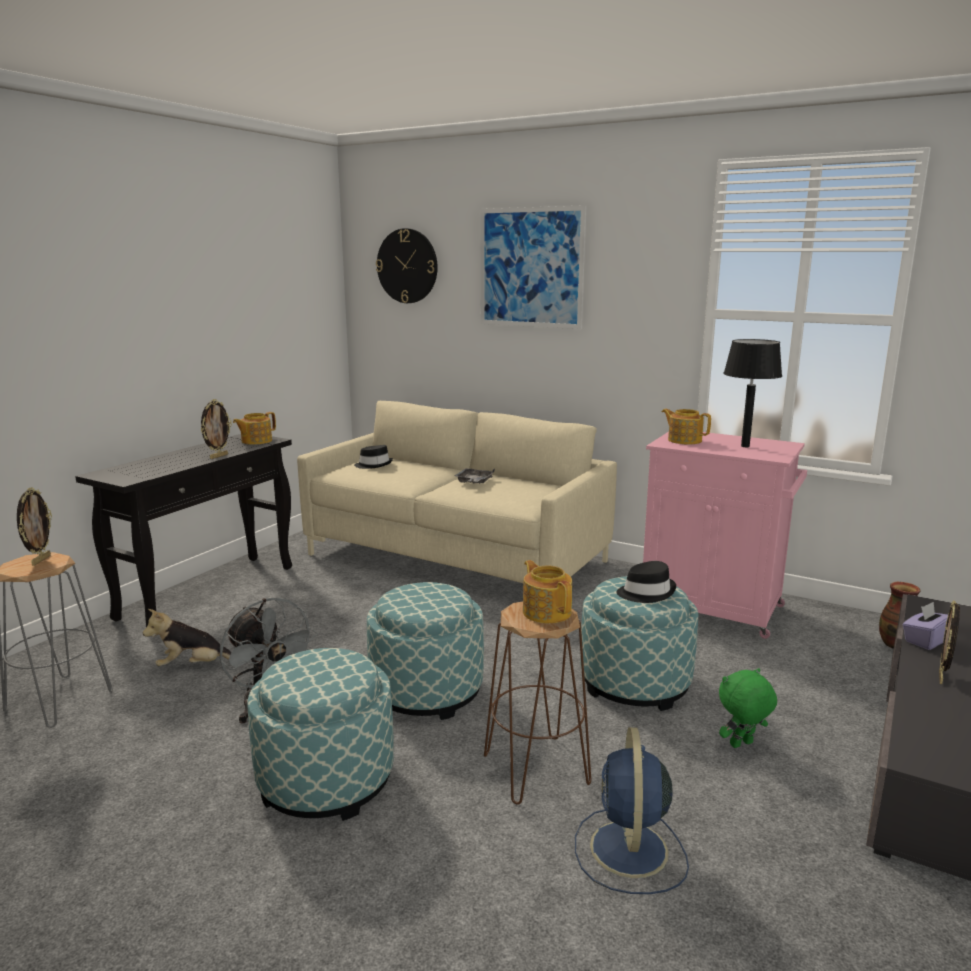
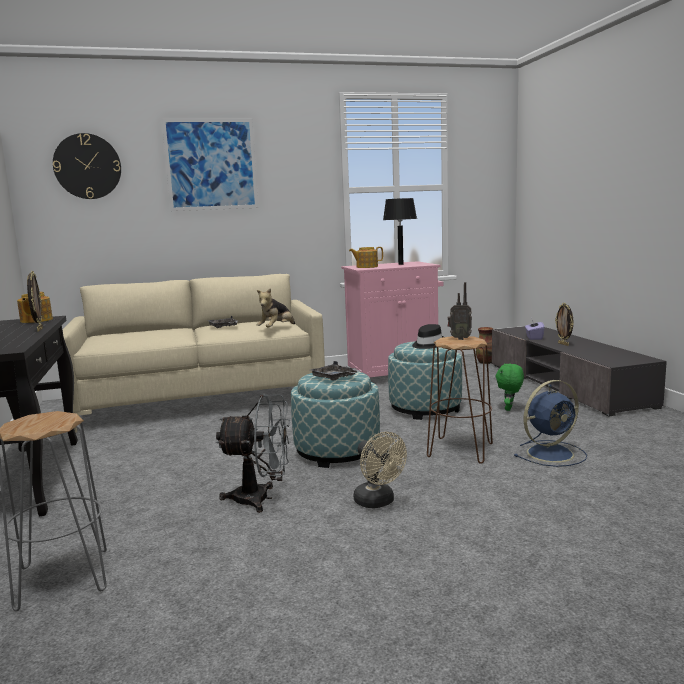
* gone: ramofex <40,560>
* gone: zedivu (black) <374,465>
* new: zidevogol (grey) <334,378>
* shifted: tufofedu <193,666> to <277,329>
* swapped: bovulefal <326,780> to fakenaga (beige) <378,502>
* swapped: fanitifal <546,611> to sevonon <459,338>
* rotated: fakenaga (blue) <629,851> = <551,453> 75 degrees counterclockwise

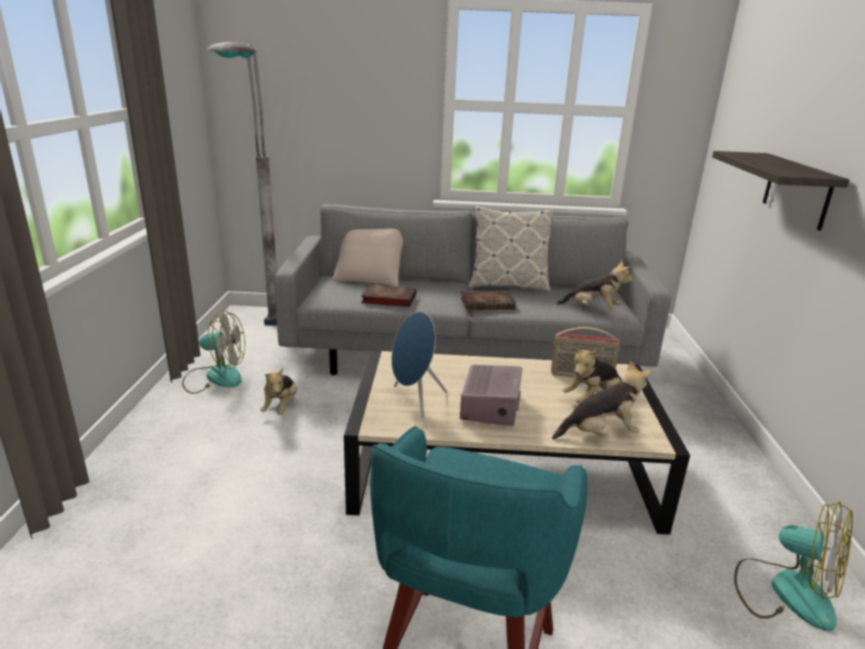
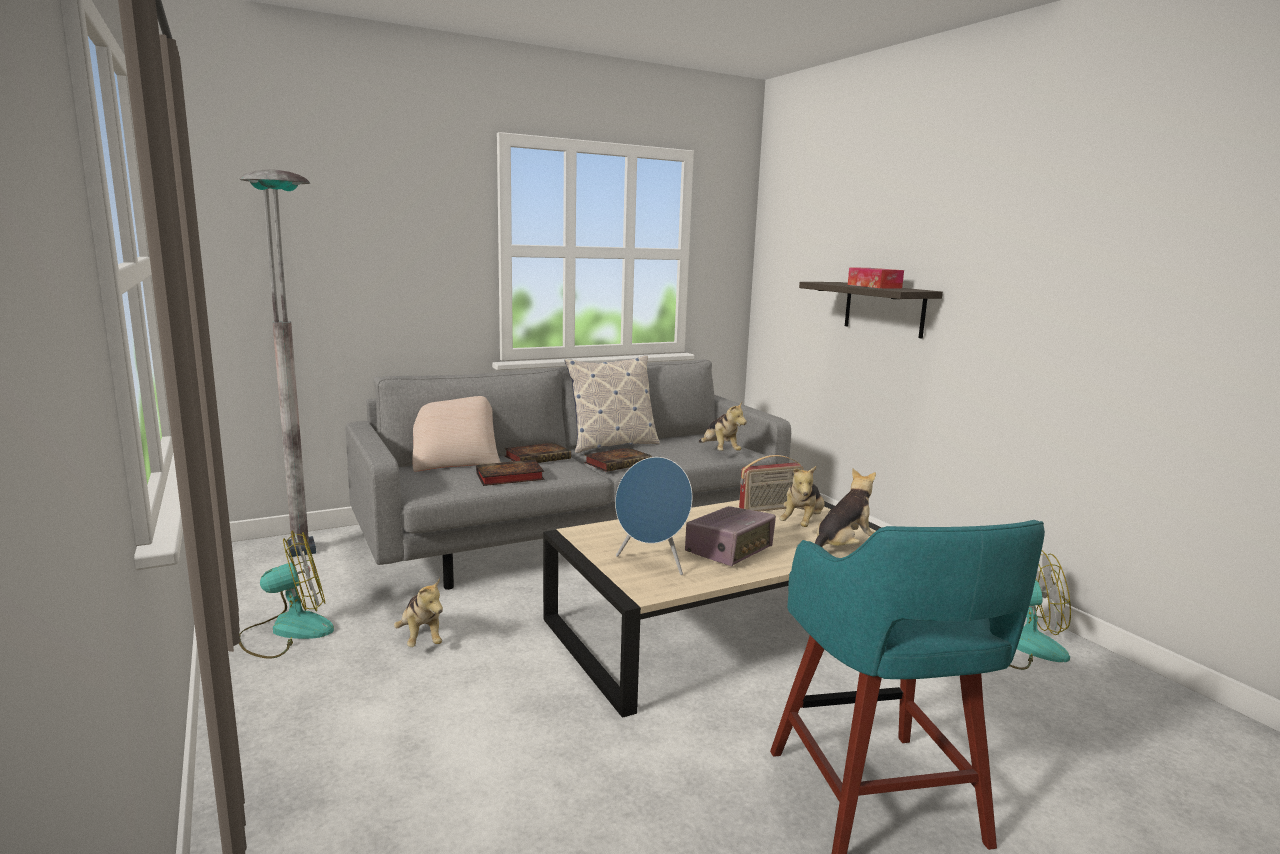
* new: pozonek <539,457>
* new: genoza <874,286>
* rotated: sevonon <490,407> = <729,551> 60 degrees clockwise
* rotated: tufofedu <593,309> = <719,451> 75 degrees clockwise

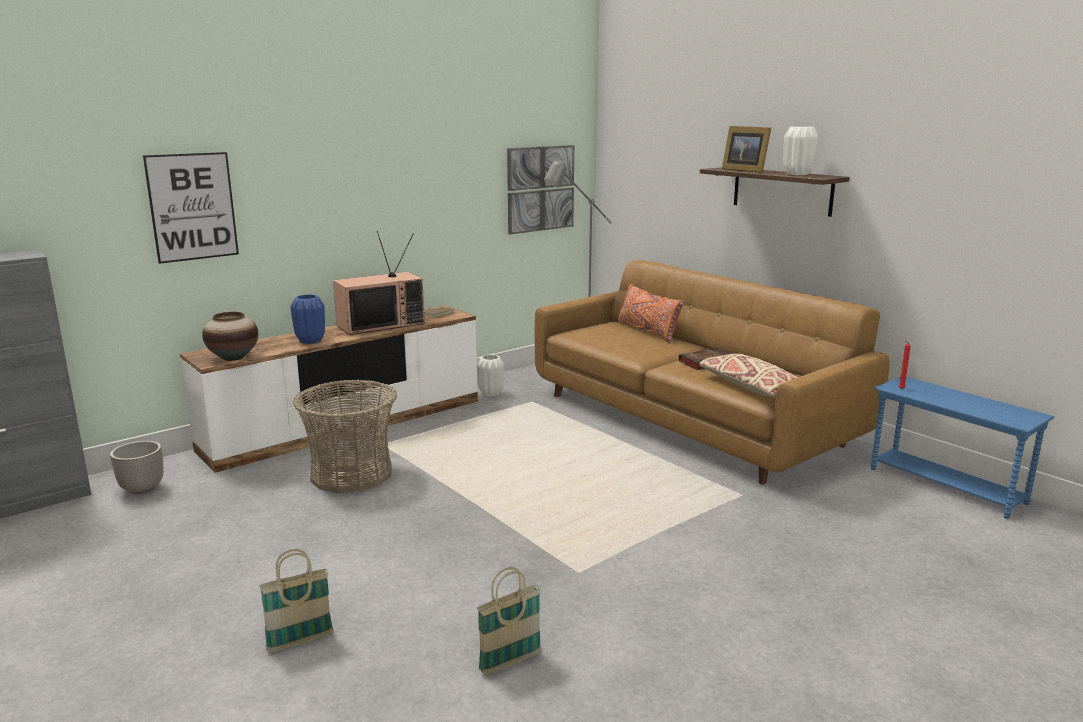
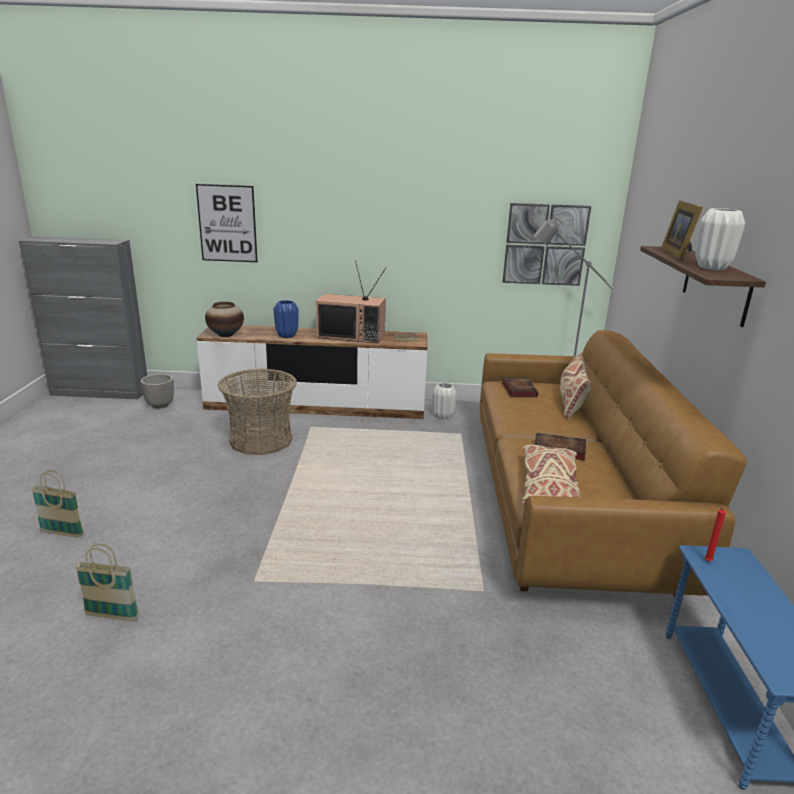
* new: pozonek <518,389>
* repainted: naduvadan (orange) <648,331> to naduvadan (beige) <571,403>

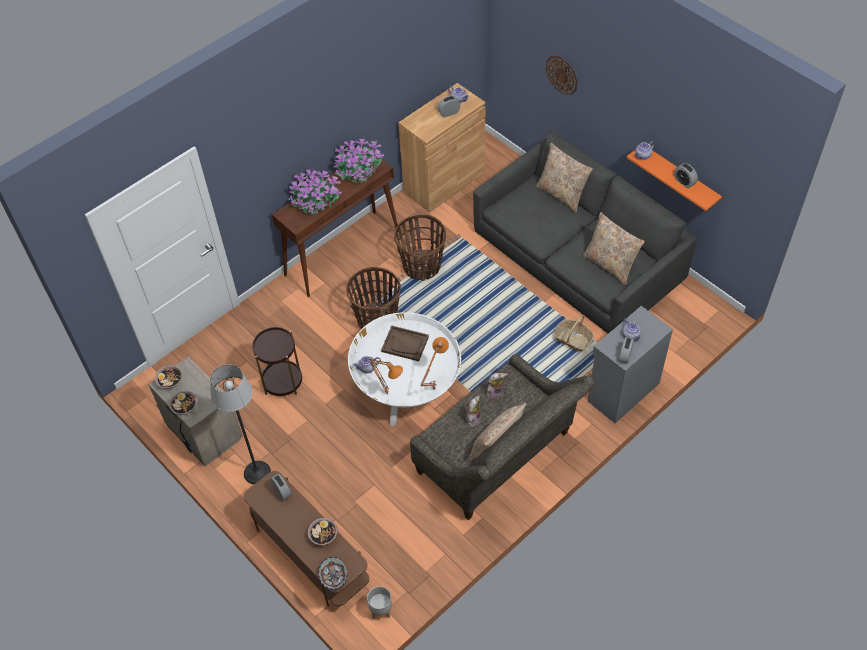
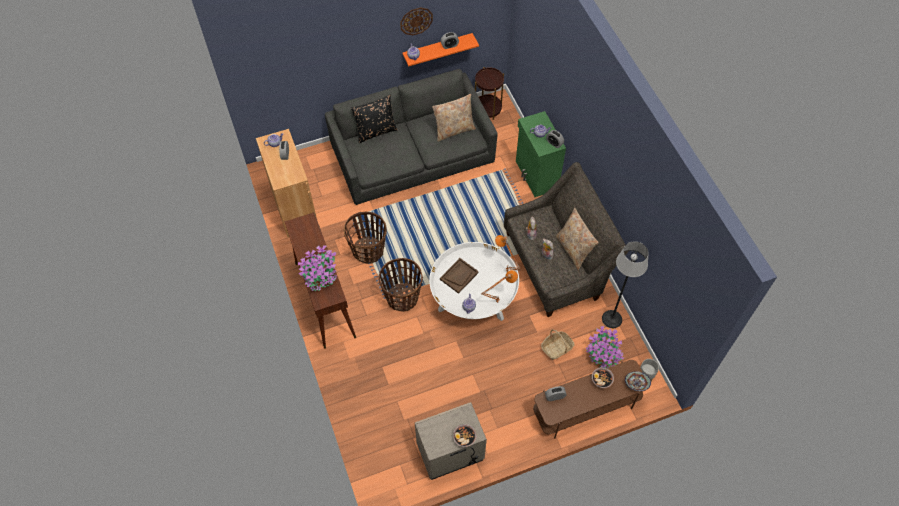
* gone: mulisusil <170,381>
* shifted: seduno <257,472> to <612,319>
* shifted: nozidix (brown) <282,381> to <487,109>
* shifted: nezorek <359,171> to <603,354>
* shifted: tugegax <562,74> to <416,21>
* shifted: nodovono <573,339> to <557,348>
* repainted: naduvadan (beige) <561,194> to naduvadan (black) <376,131>
* repainted: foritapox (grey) <622,392> to foritapox (green) <536,175>

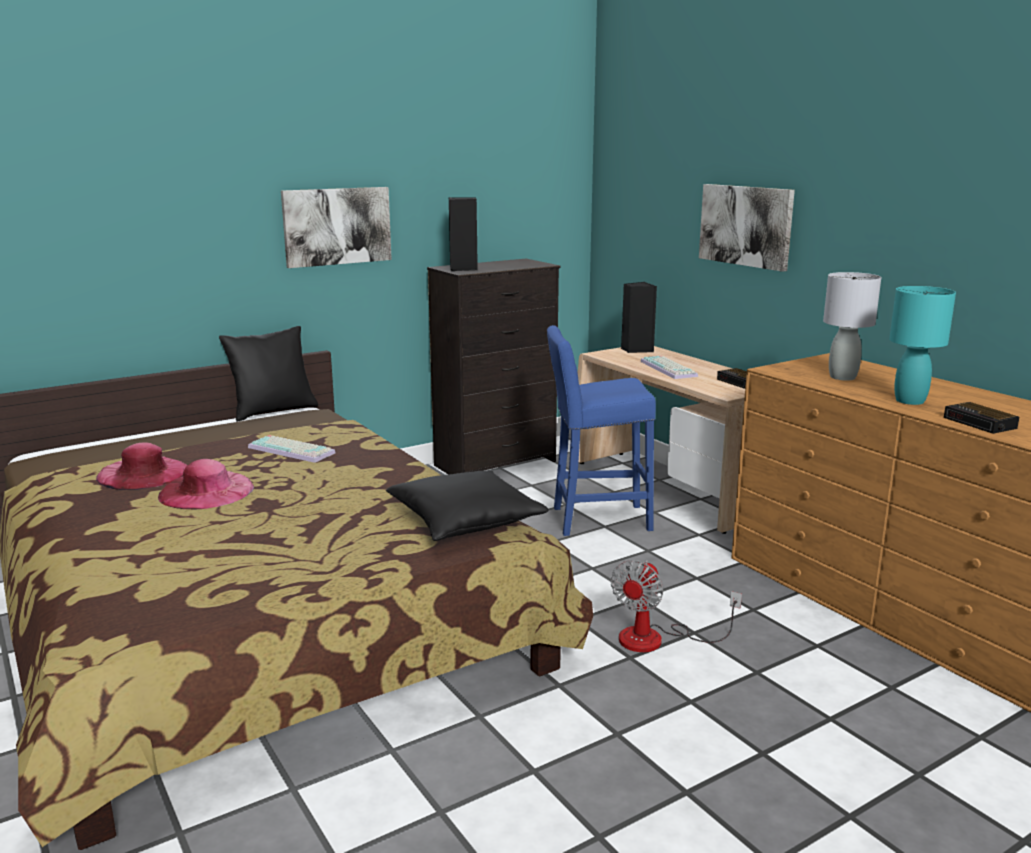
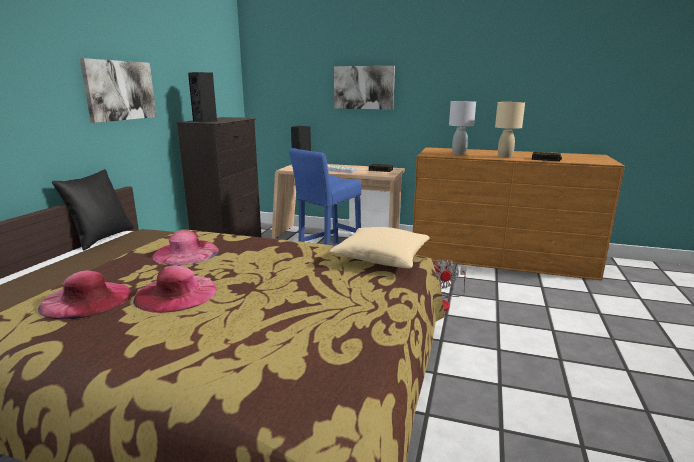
* swapped: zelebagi <293,450> to zedivu (pink) <186,253>
* repainted: naduvadan (black) <465,522> to naduvadan (beige) <381,259>
* repainted: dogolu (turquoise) <910,401> to dogolu (beige) <505,156>

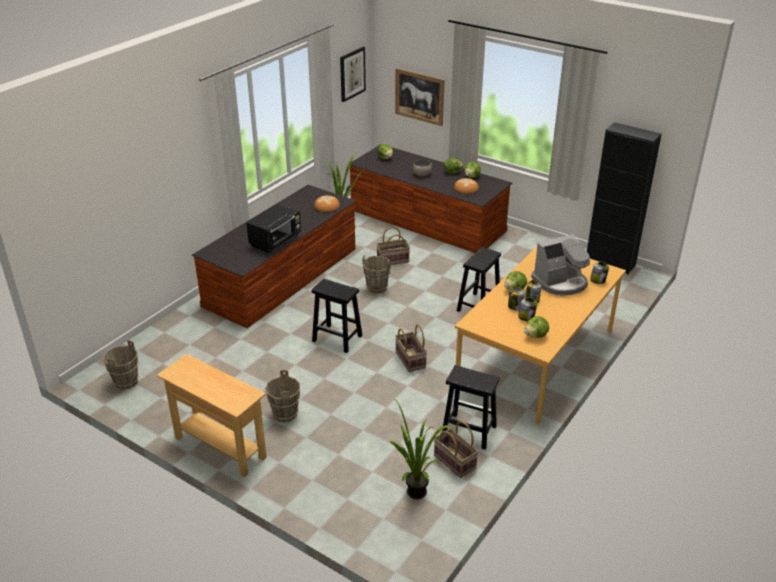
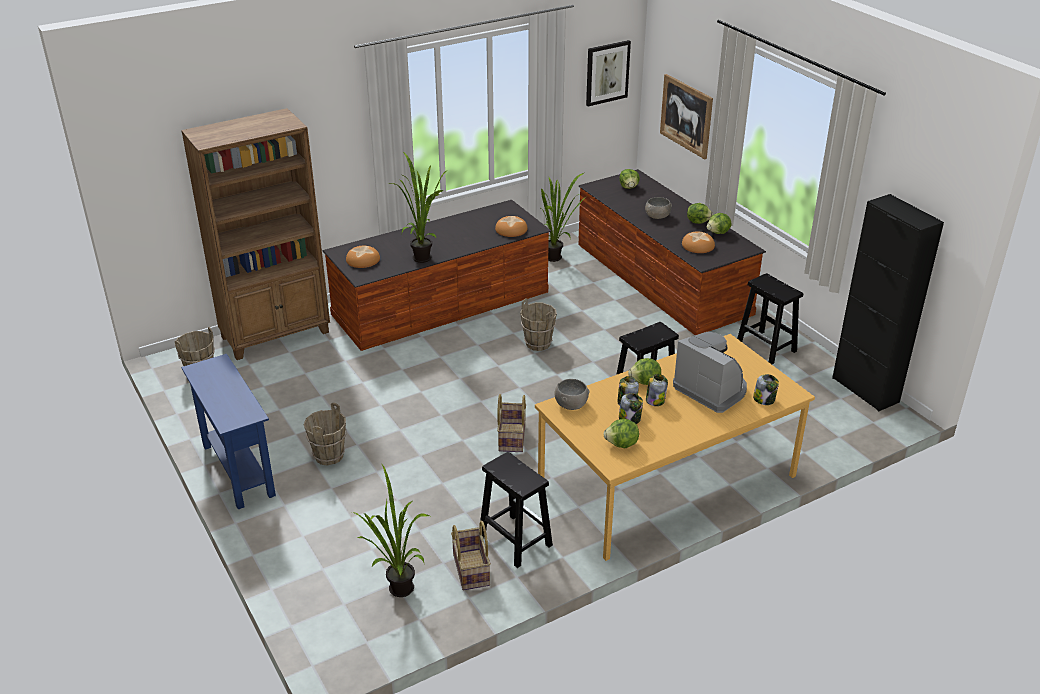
* gone: nodovono <393,260>
* new: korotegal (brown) <276,335>
* new: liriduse <363,260>
* new: mulisusil (grey) <570,404>
* shifted: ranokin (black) <338,338> to <767,348>
* swapped: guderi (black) <276,241> to nezorek <422,256>
* repainted: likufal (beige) <220,447> to likufal (blue) <238,470>
* rotated: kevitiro <560,282> = <711,389> 135 degrees counterclockwise

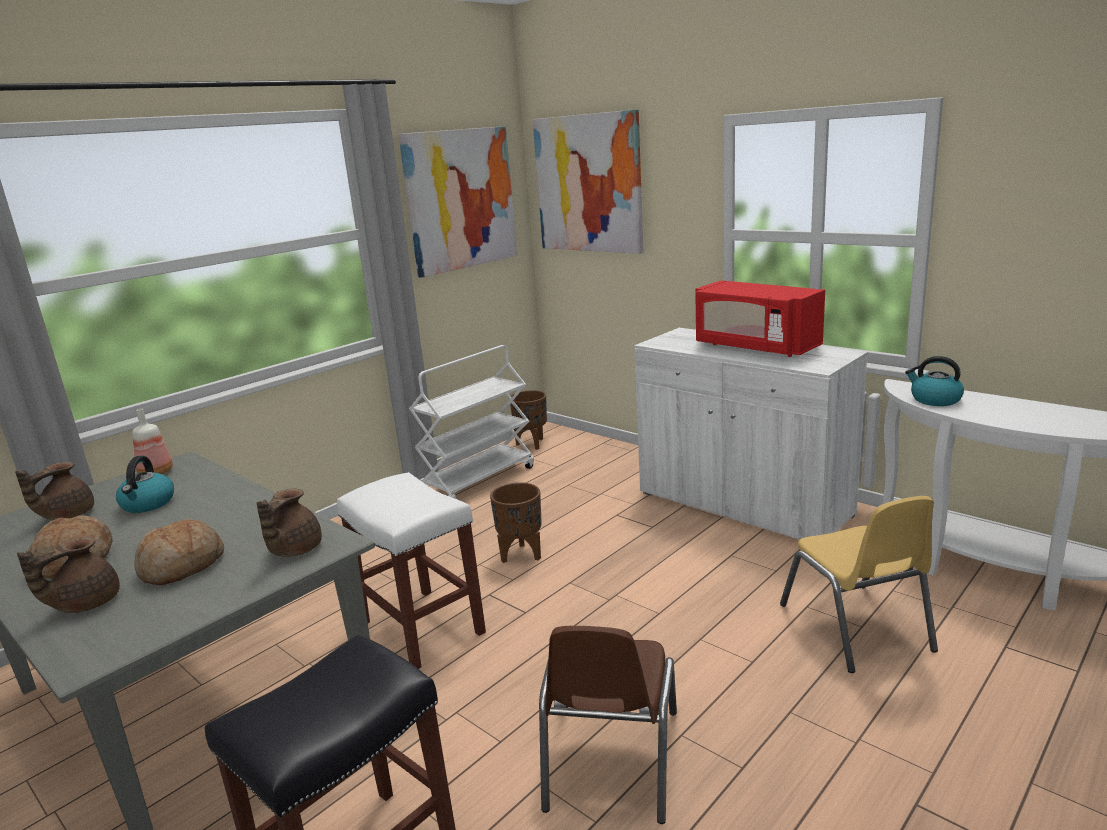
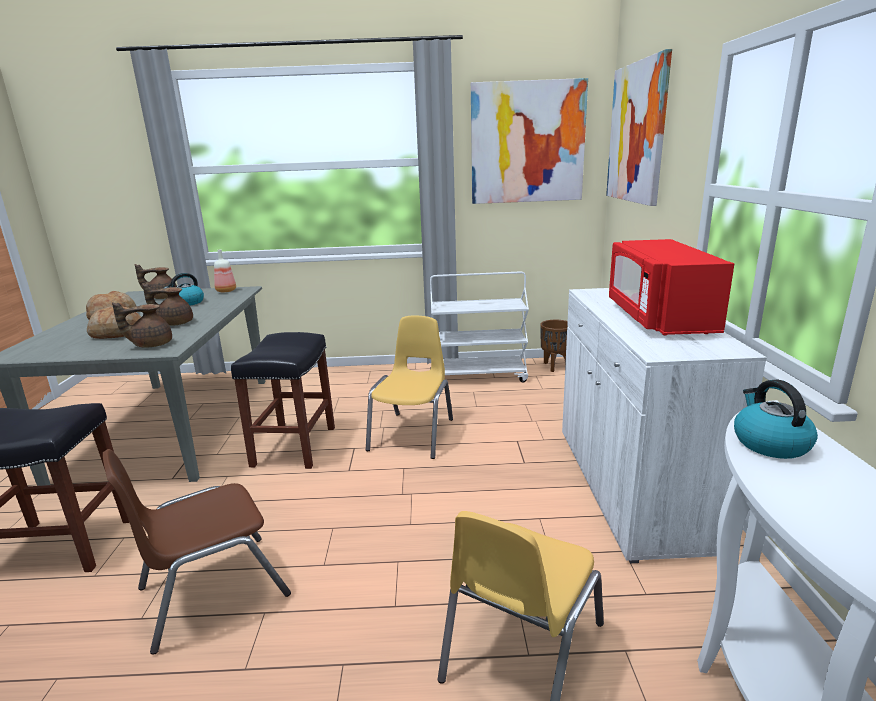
* shifted: fanitifal (brown) <85,603> to <175,323>
* swapped: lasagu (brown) <521,554> to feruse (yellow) <413,434>
* repainted: ranokin (white) <423,628> to ranokin (black) <294,447>

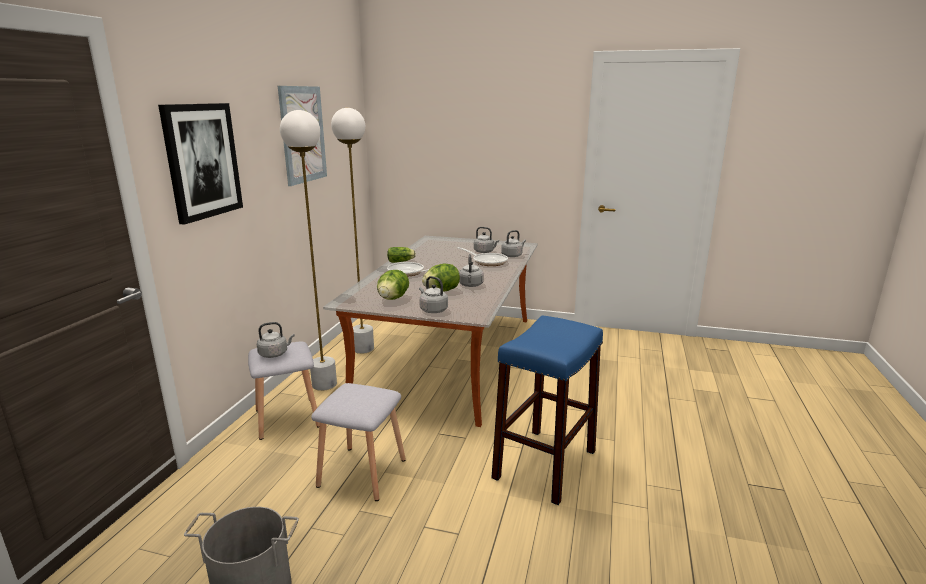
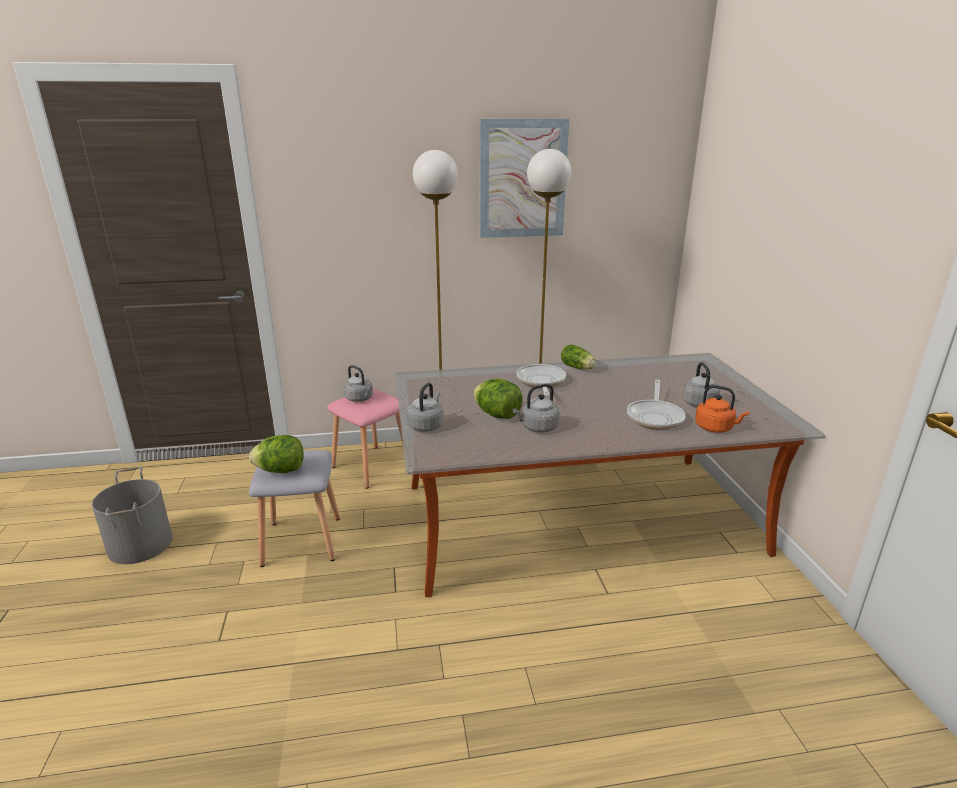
* gone: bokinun <202,161>
* gone: ranokin (blue) <545,464>
* shifted: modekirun <393,298> to <281,470>
* repainted: ranokin (grey) <286,417> to ranokin (pink) <372,465>
* repainted: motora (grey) <512,255> to motora (orange) <716,428>

